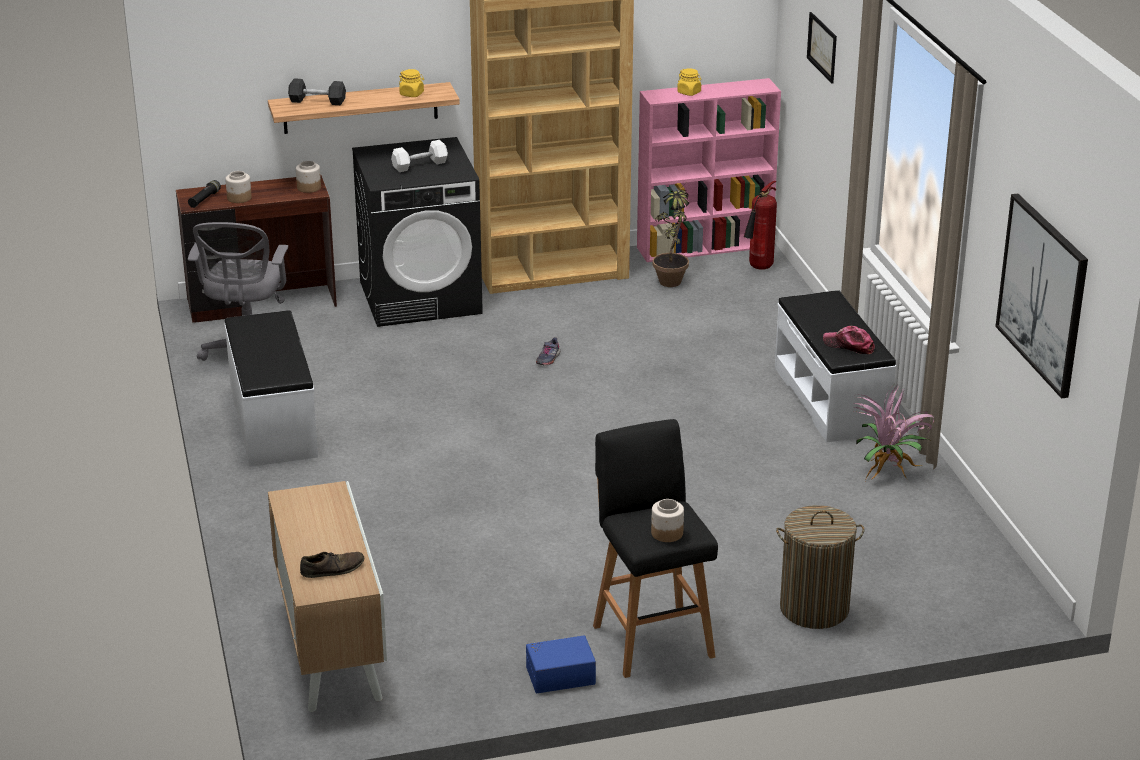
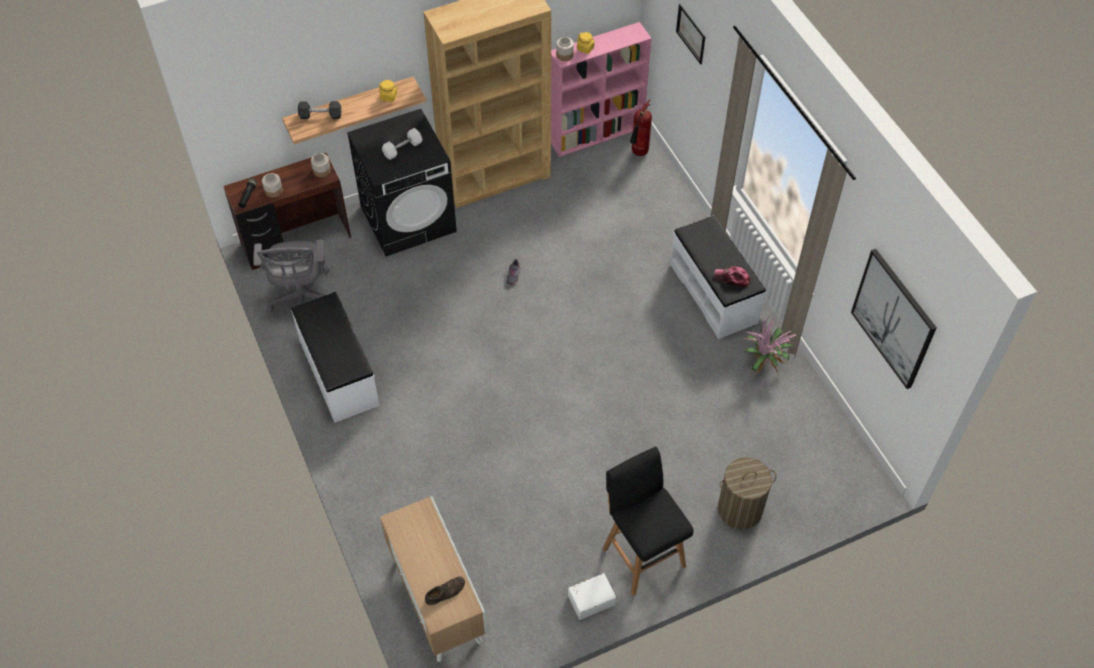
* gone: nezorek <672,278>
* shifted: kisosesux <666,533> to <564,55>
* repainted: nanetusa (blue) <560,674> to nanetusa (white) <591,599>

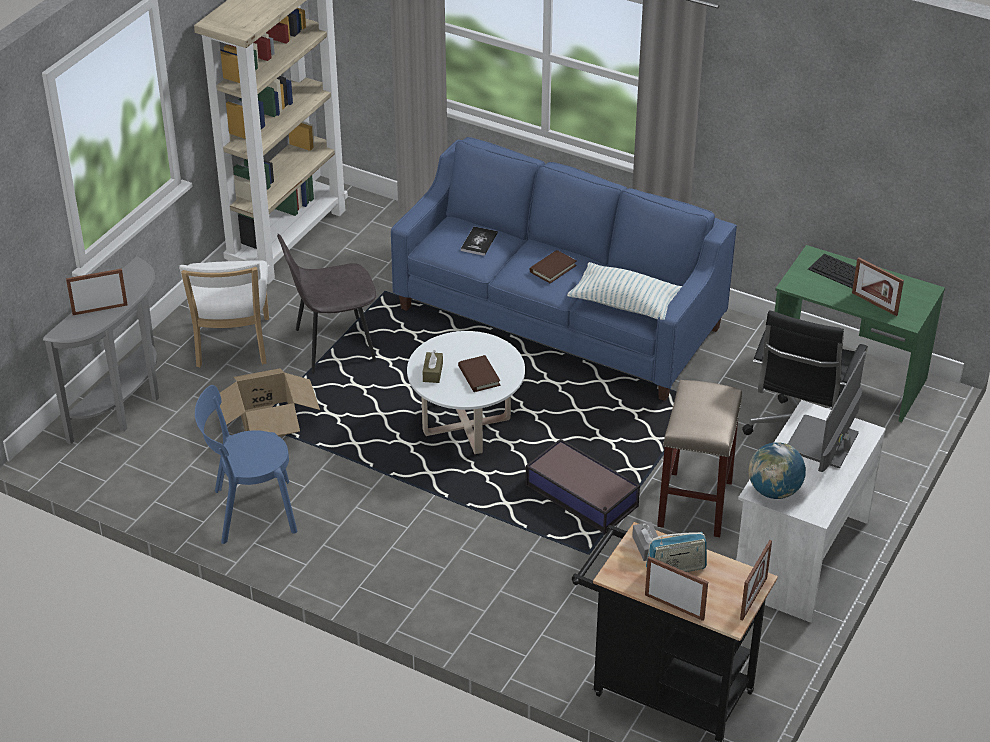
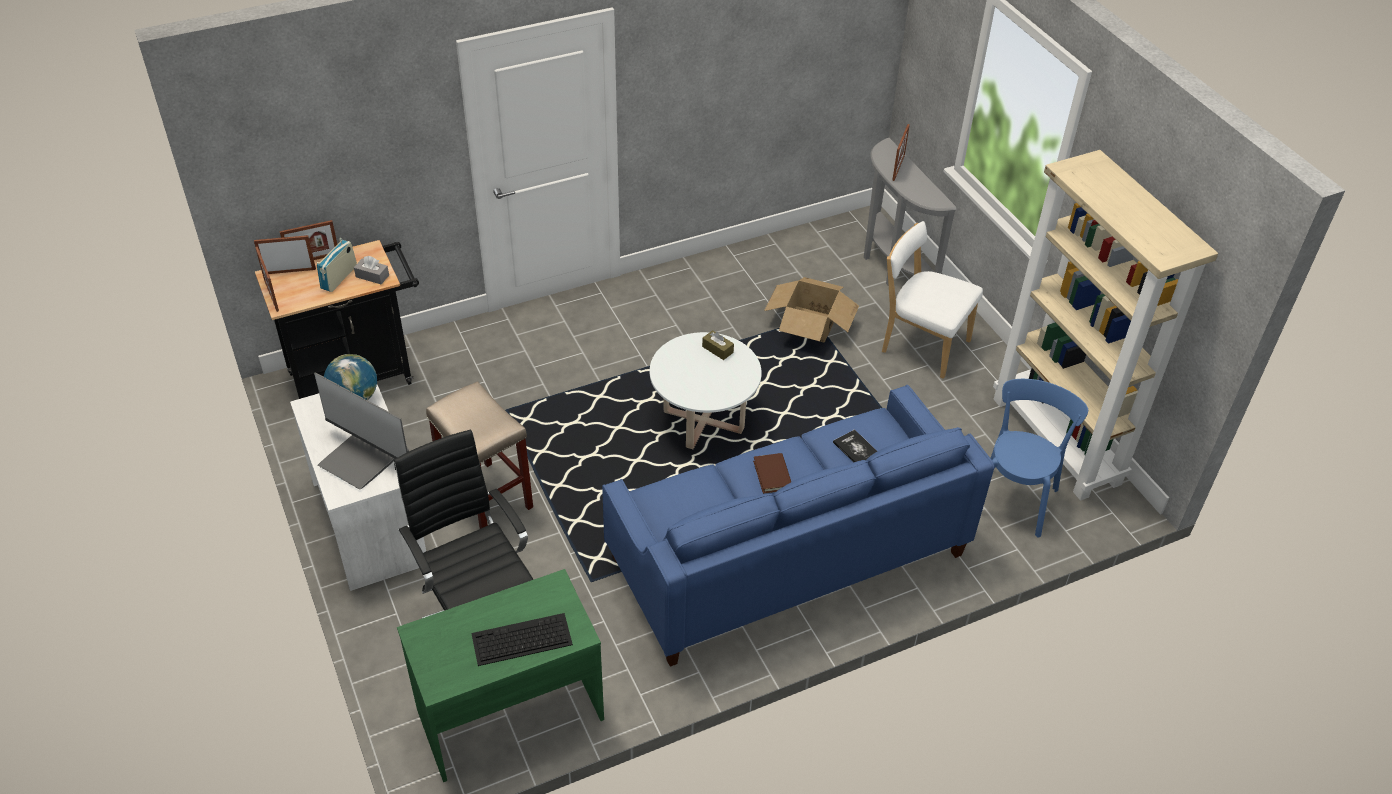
* gone: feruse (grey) <332,346>
* gone: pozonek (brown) <479,376>
* gone: nanetusa <582,497>
* gone: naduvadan <625,303>
* shifted: feruse (blue) <250,512> to <1015,497>
* shifted: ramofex <874,304> to <289,271>
* rotated: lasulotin <824,443> = <360,460> 150 degrees clockwise

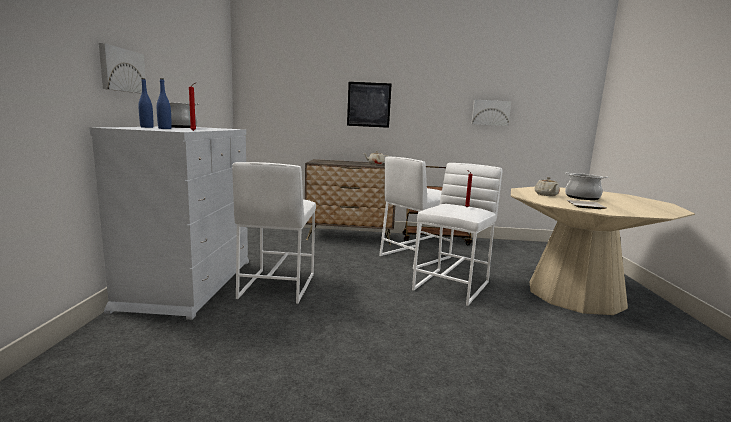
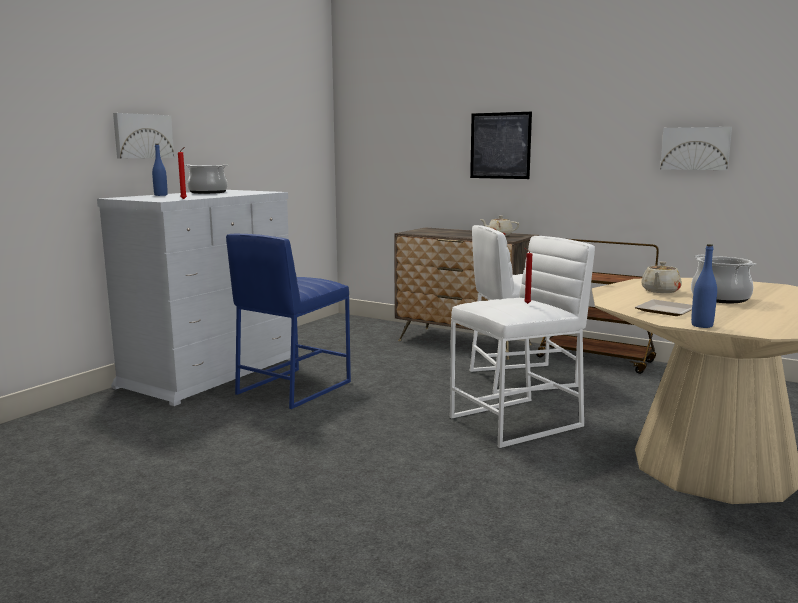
* shifted: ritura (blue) <164,128> to <702,325>
* repainted: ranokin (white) <276,286> to ranokin (blue) <292,387>

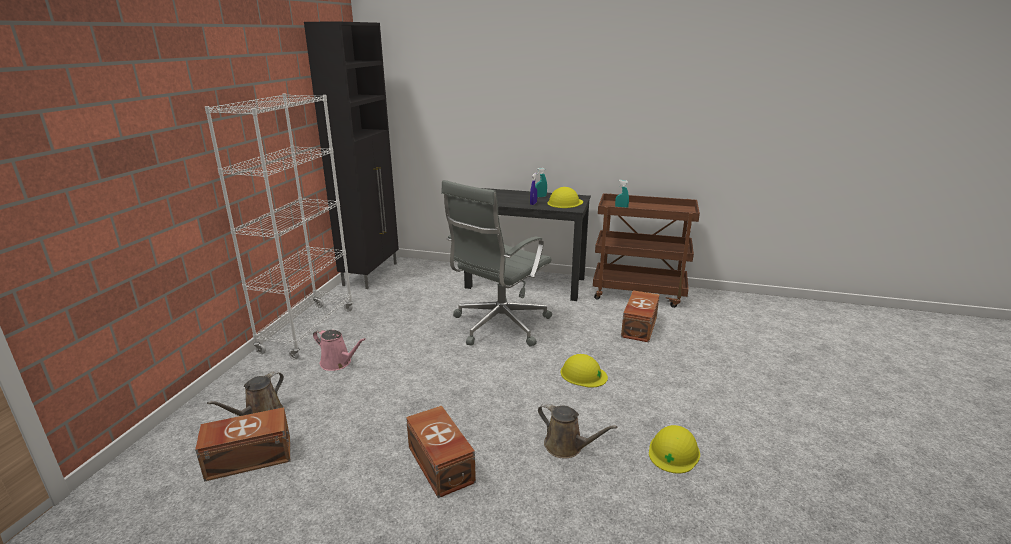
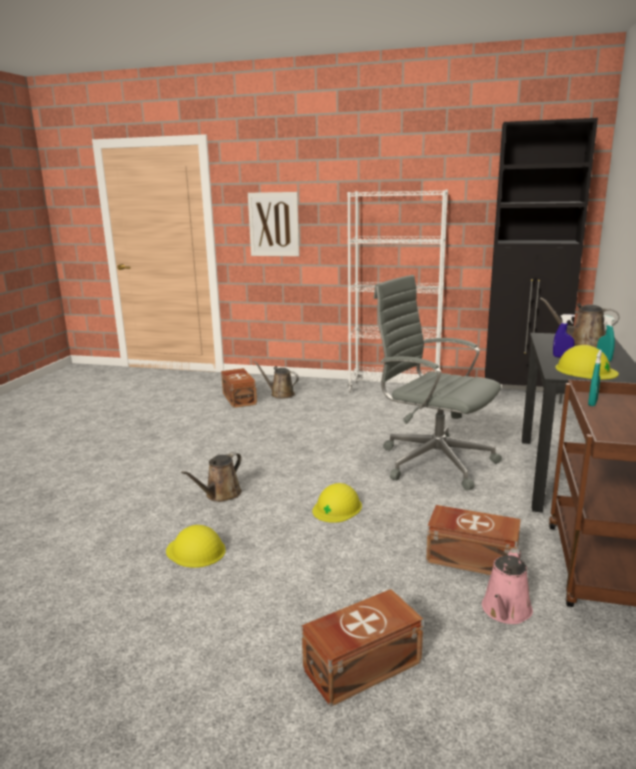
* new: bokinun <274,224>
* new: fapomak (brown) <582,343>
* shifted: fapomak (pink) <338,363> to <505,611>
* shifted: nanetusa (brown) <440,465> to <360,665>

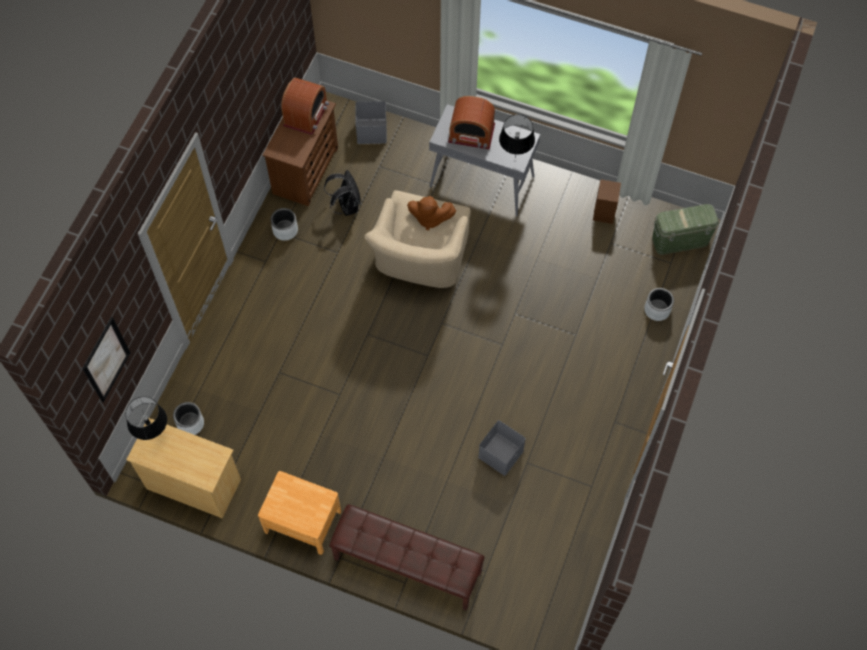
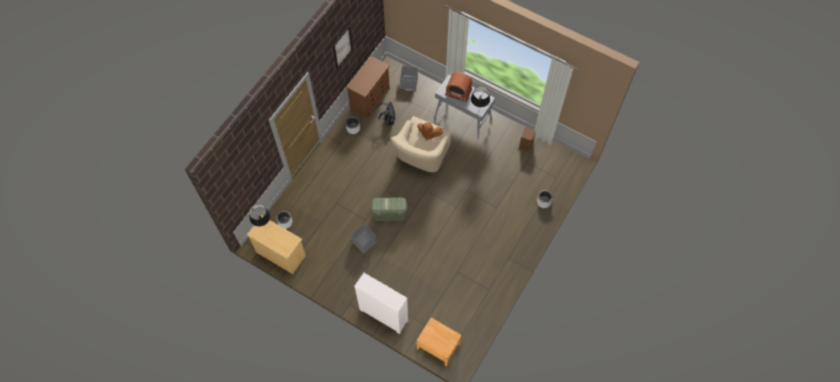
* gone: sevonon <306,114>
* shifted: bokinun <106,360> to <342,47>
* shifted: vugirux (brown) <302,521> to <438,346>
* shifted: nanetusa (grey) <501,455> to <364,242>
* shifted: nanetusa (green) <680,240> to <389,214>
* swapped: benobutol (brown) <407,566> to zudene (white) <383,315>

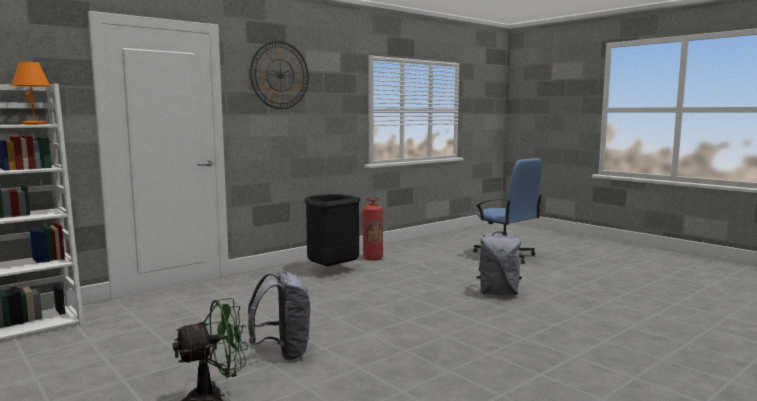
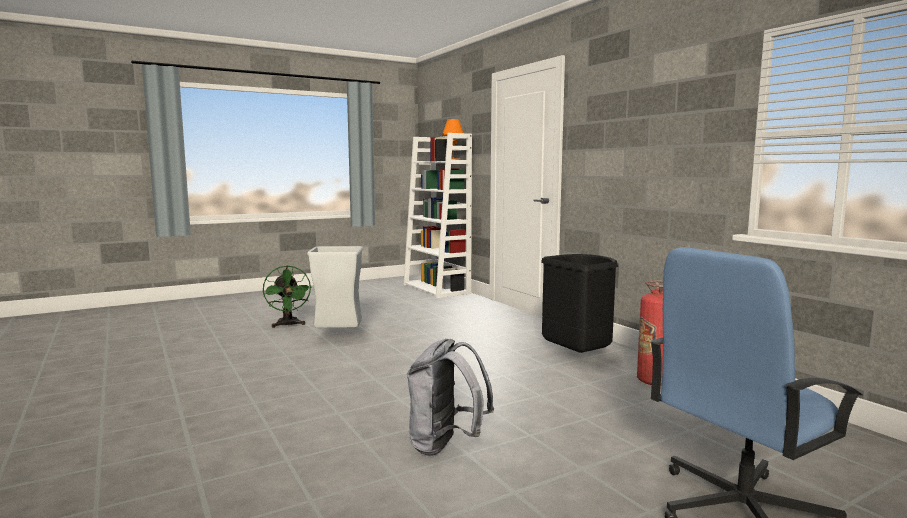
* gone: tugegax <280,75>
* swapped: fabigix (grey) <283,352> to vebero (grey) <339,337>

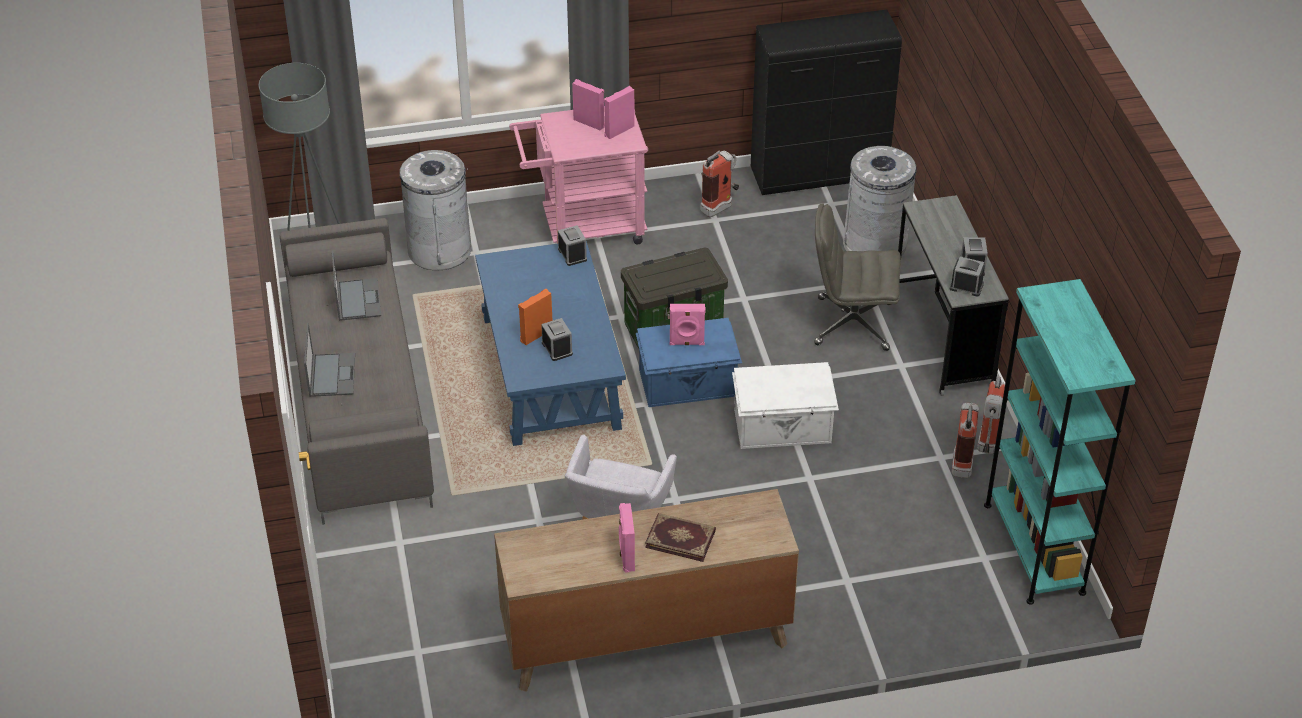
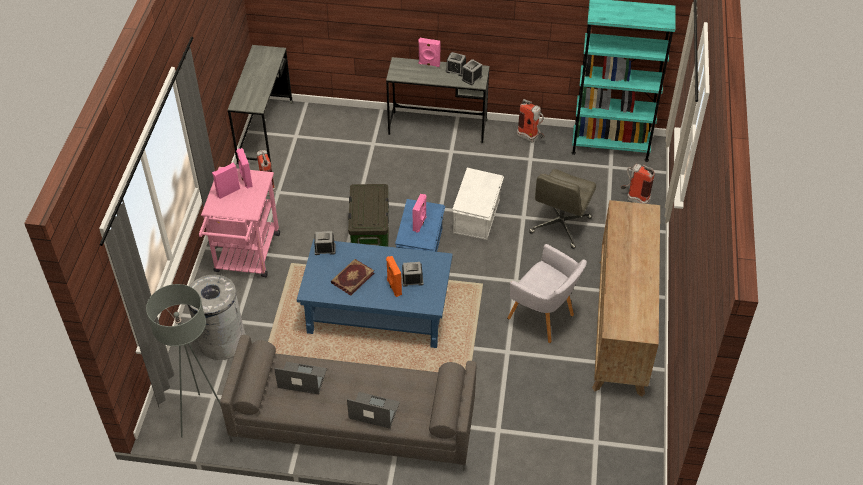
* gone: vebero (grey) <875,245>
* shifted: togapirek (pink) <626,556> to <429,64>
* shifted: pozonek <680,538> to <352,277>
* shifted: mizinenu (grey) <851,324> to <560,226>
* shifted: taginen <962,461> to <633,199>
* swapped: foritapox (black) <820,174> to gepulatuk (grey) <265,132>

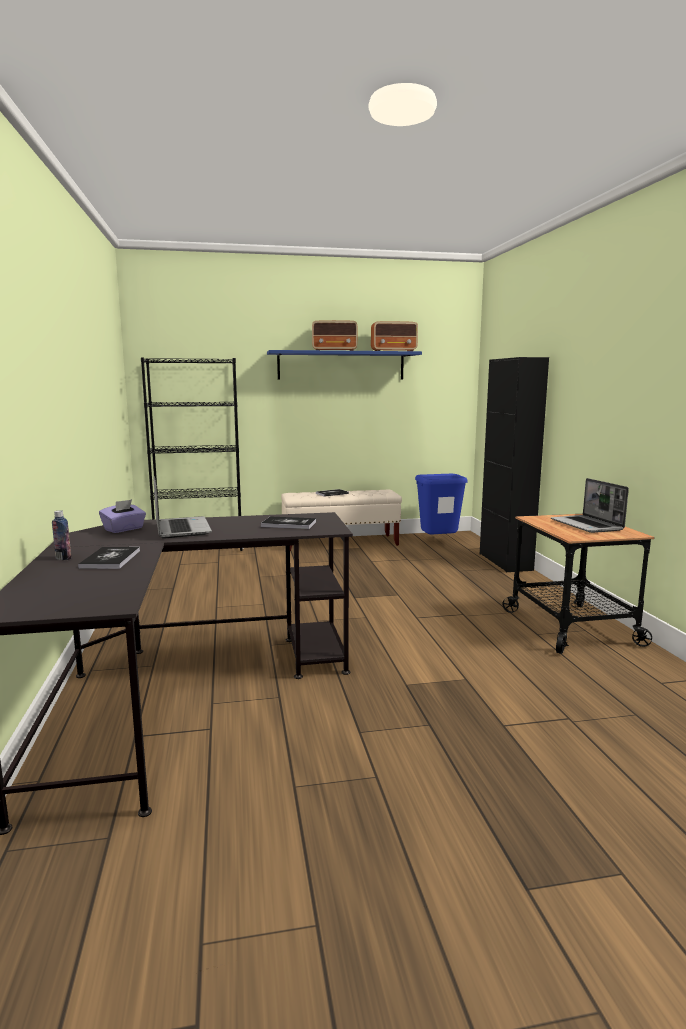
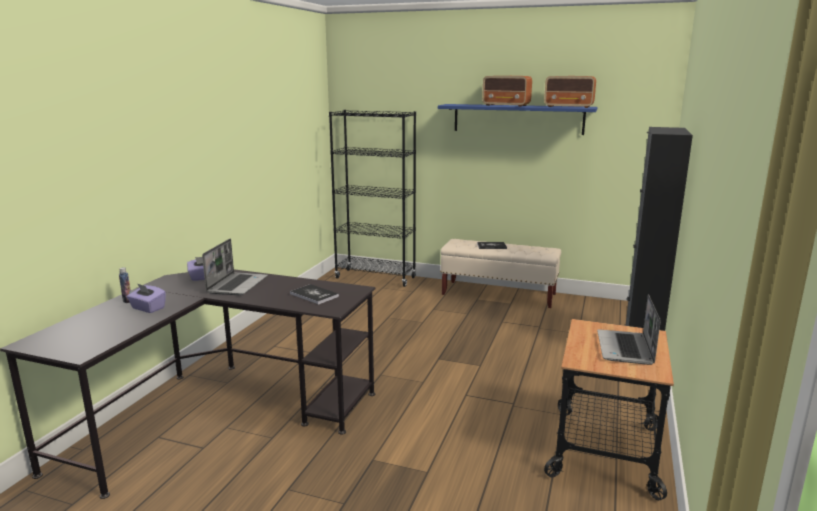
* gone: vebero (blue) <439,542>
* swapped: pozonek <110,559> to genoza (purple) <148,308>

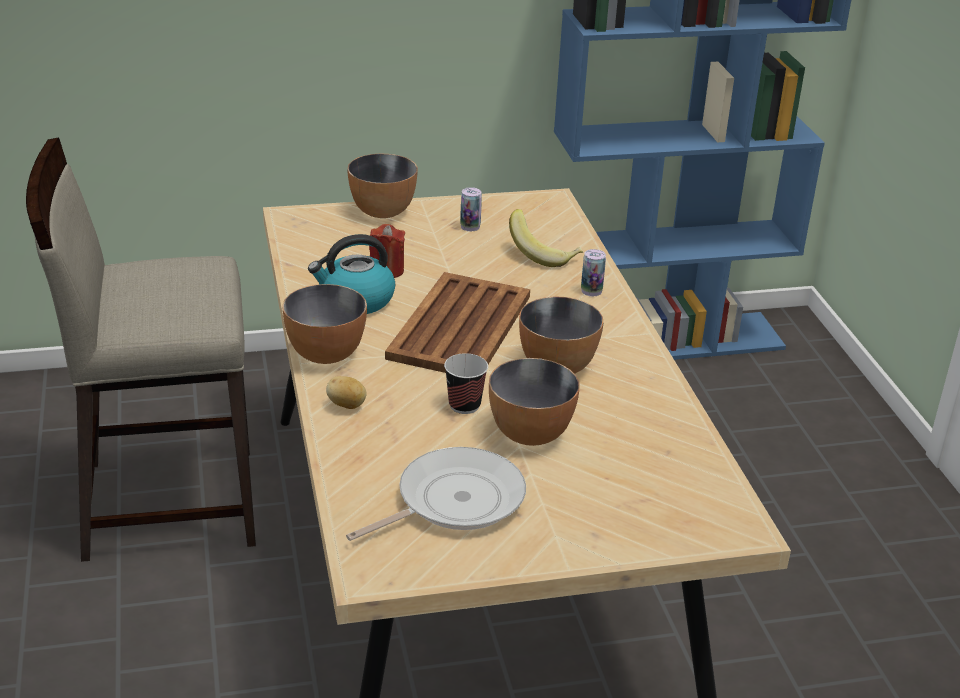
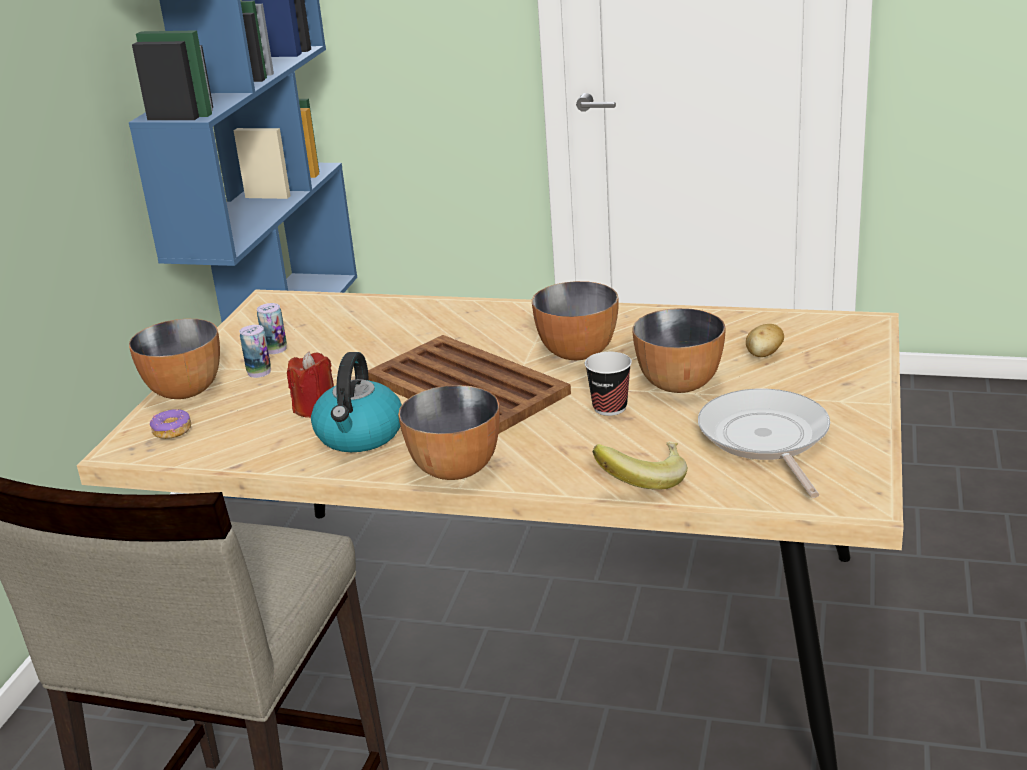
* new: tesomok <172,431>
* shifted: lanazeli <347,405> to <764,355>
* shifted: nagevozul <544,255> to <642,480>
* shifted: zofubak <591,291> to <259,372>

